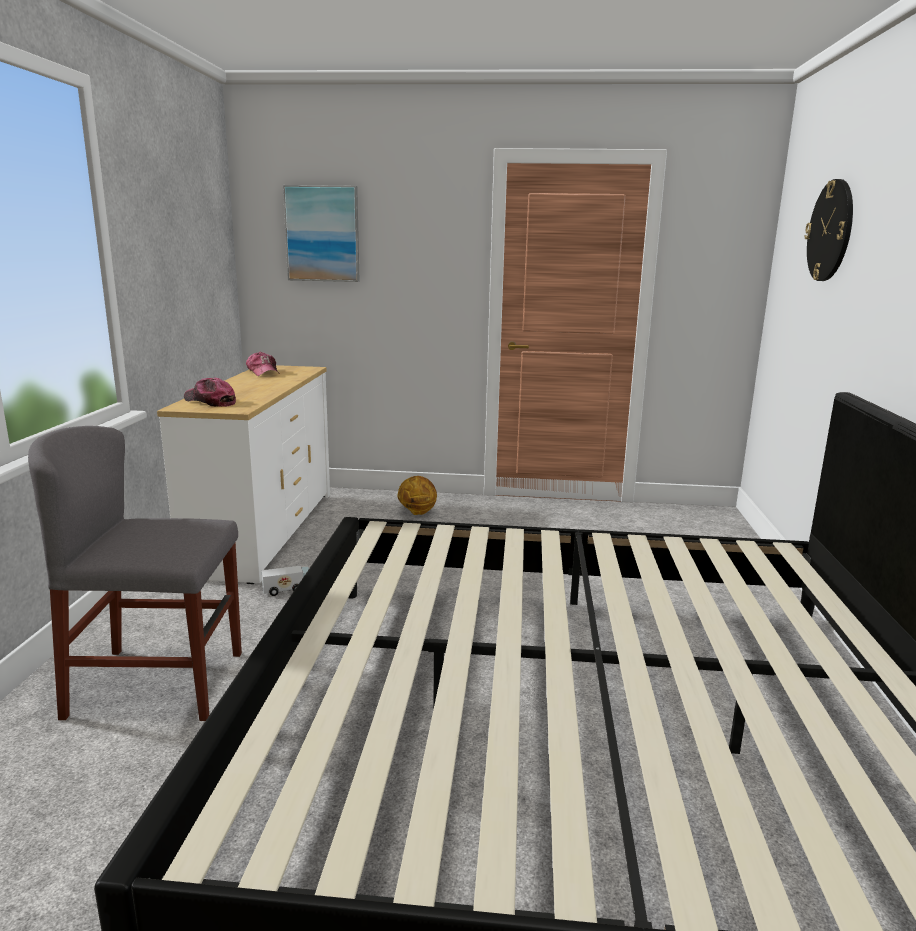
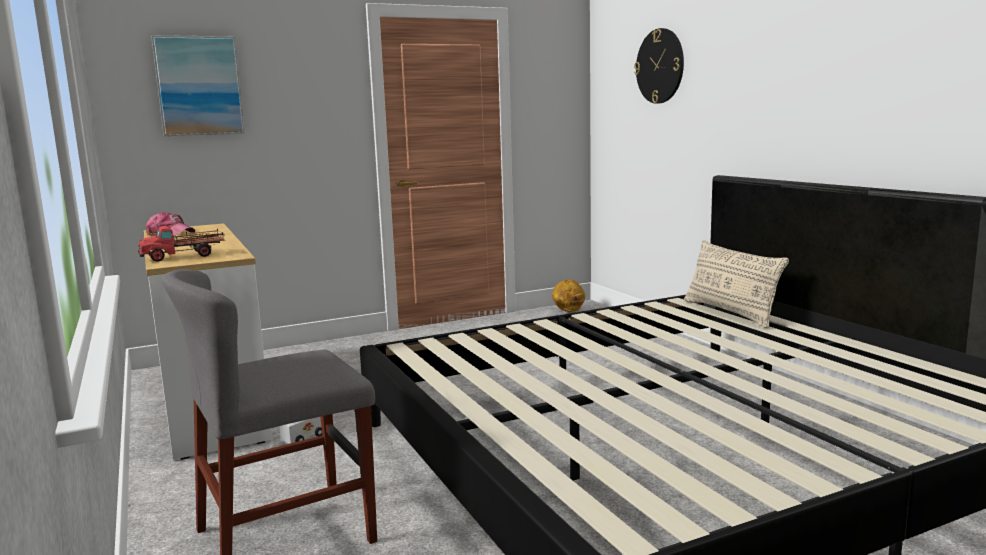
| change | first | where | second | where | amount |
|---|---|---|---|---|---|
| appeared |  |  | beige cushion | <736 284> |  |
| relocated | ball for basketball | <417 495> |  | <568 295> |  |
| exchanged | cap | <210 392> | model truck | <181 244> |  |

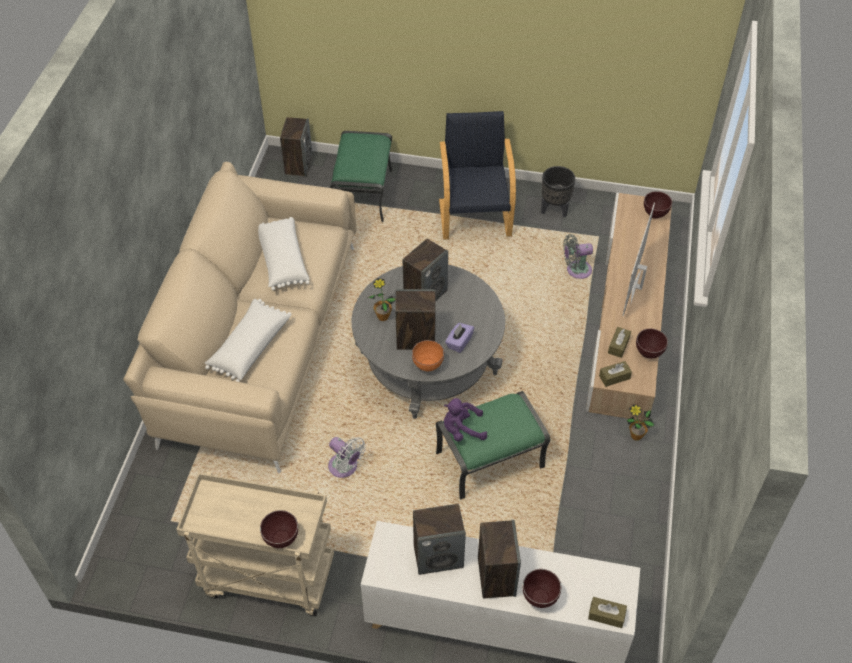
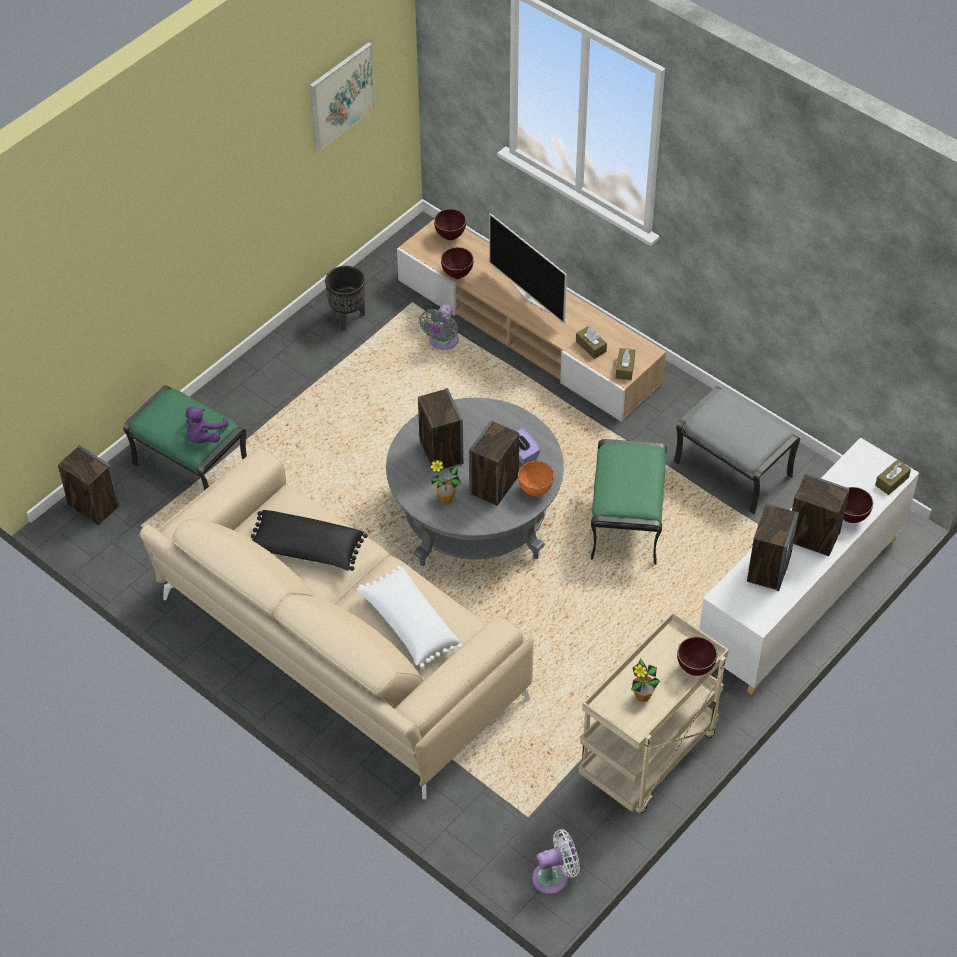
| change | first | where | second | where | amount |
|---|---|---|---|---|---|
| missing | blackish armchair | <477 175> |  |  |  |
| appeared |  |  | wall art | <343 96> |  |
| appeared |  |  | greyish pouffe | <737 450> |  |
| relocated | white-coloured cooling fan | <347 457> |  | <556 862> |  |
| relocated | purple-coloured cuddly toy | <465 419> |  | <207 425> |  |
| relocated | potted plant | <640 422> |  | <645 680> |  |
| relocated | brown-coloured bowl | <652 344> |  | <457 263> |  |
| colour | white-coloured cushion | <283 253> | blackish cushion | <309 540> |  |

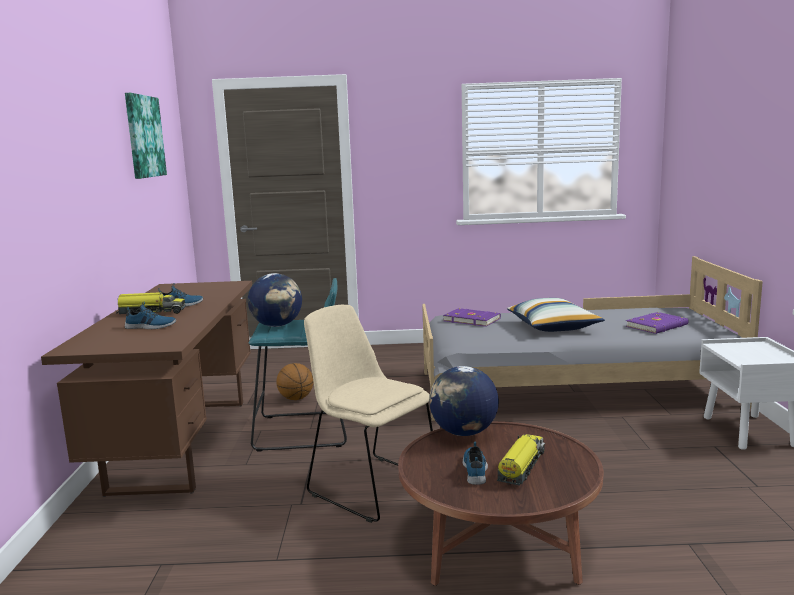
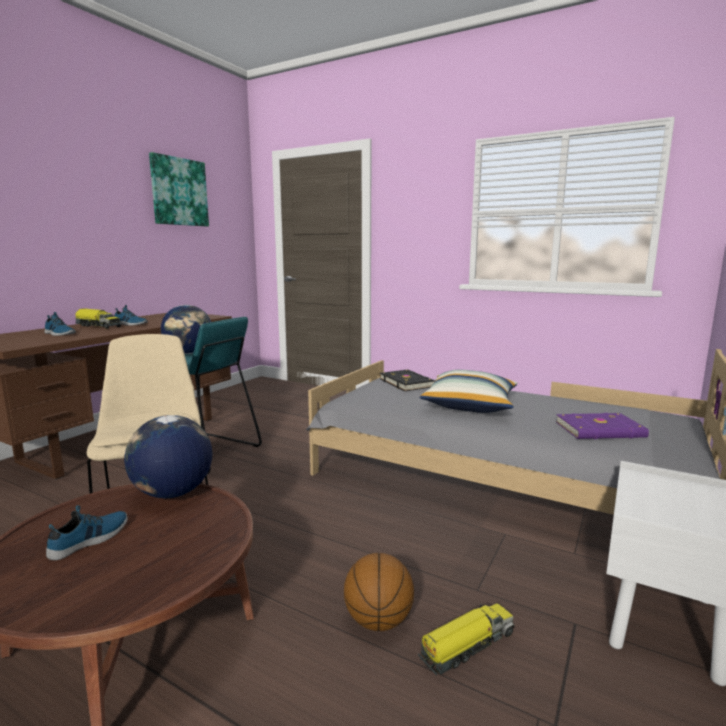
| change | first | where | second | where | amount |
|---|---|---|---|---|---|
| relocated | ball for basketball | <294 381> |  | <379 592> |  |
| relocated | model truck | <521 460> |  | <466 639> |  |
| colour | purple-coloured volume | <472 317> | blackish volume | <407 380> |  |

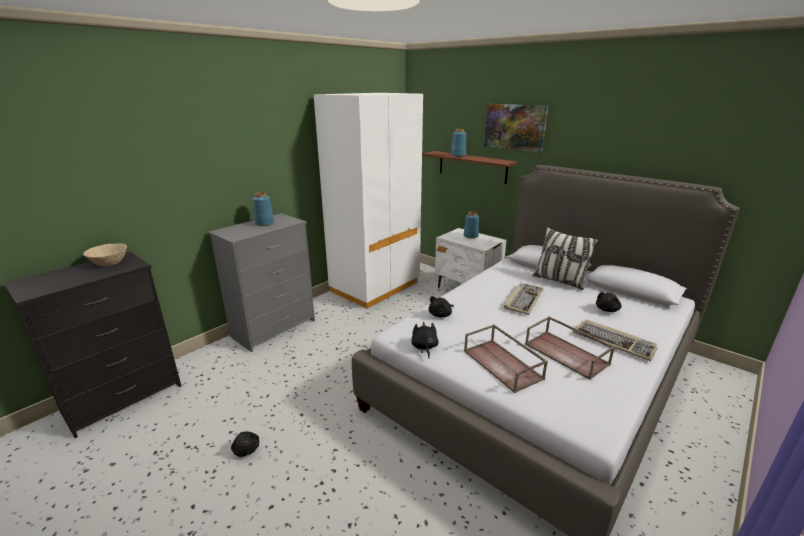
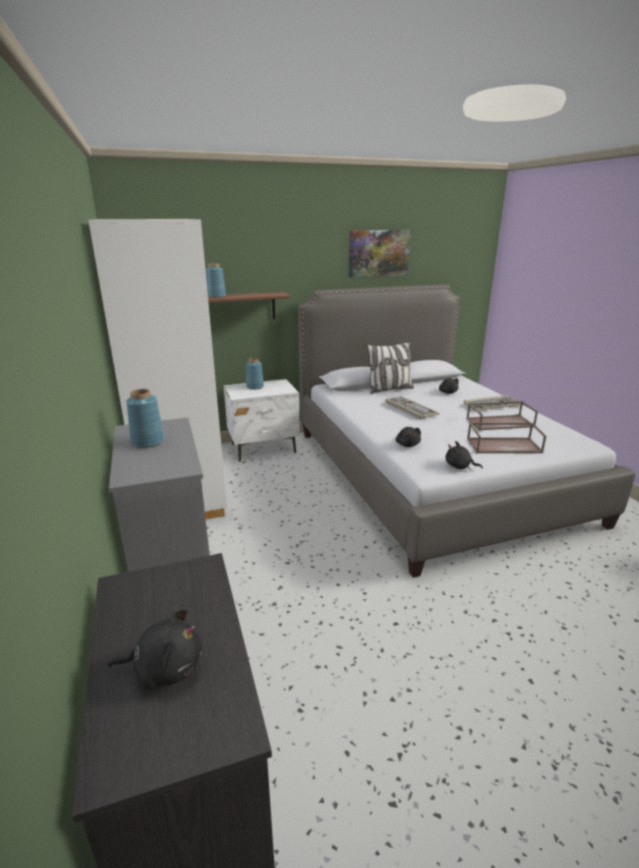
| change | first | where | second | where | amount |
|---|---|---|---|---|---|
| missing | beige bowl | <105 255> |  |  |  |
| relocated | blackish cuddly toy | <245 444> |  | <155 649> |  |
| relocated | wall art | <516 128> |  | <380 253> |  |

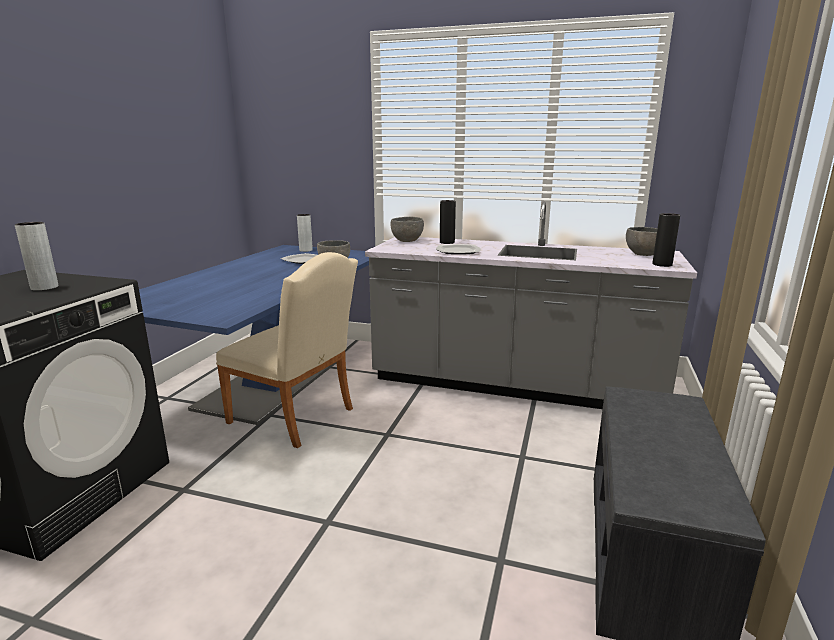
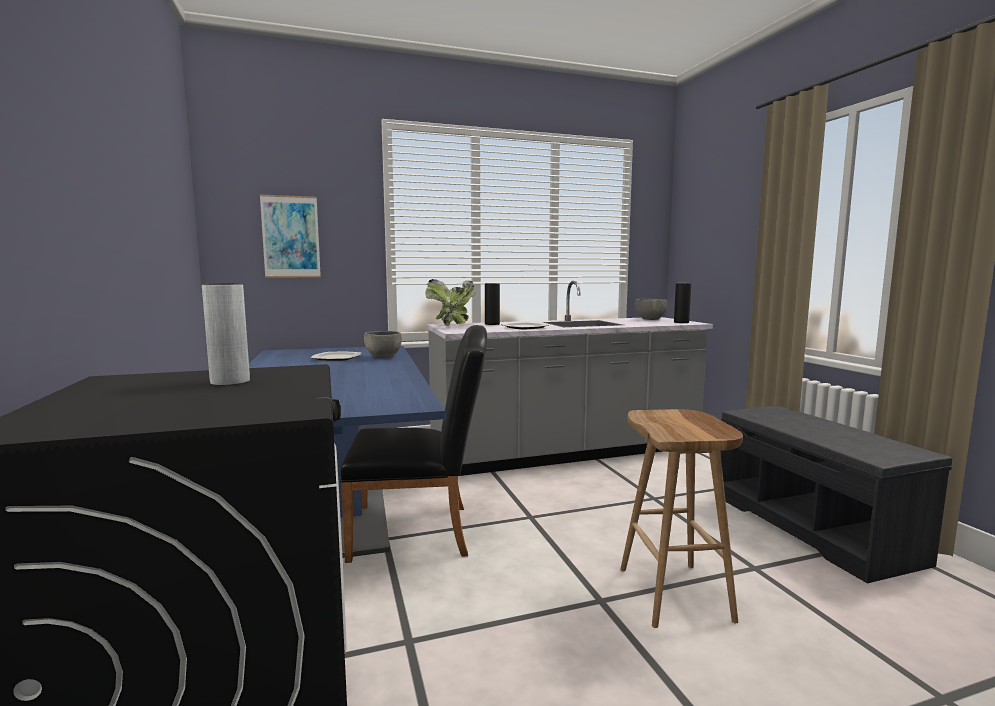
| change | first | where | second | where | amount |
|---|---|---|---|---|---|
| missing | greyish vase | <305 233> |  |  |  |
| appeared |  |  | wall art | <290 235> |  |
| appeared |  |  | brown-coloured stool seat | <681 518> |  |
| exchanged | greyish bowl | <407 229> | potted plant | <449 302> |  |
| colour | beige chair | <287 350> | blackish chair | <413 444> |  |

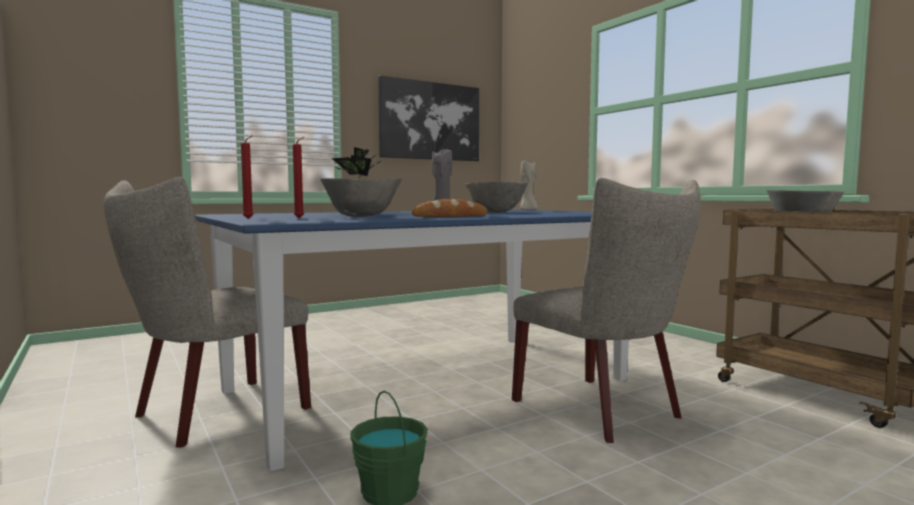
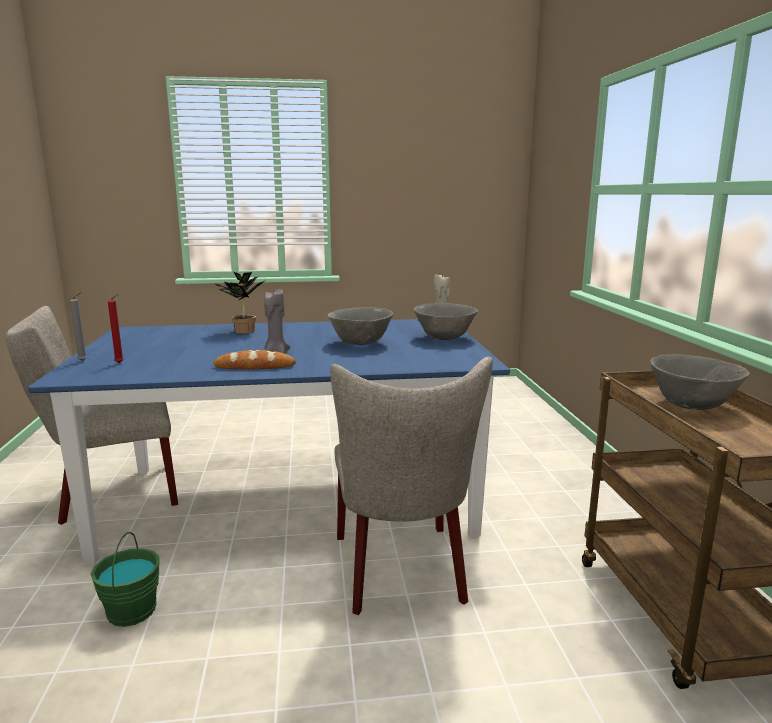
| change | first | where | second | where | amount |
|---|---|---|---|---|---|
| missing | wall art | <428 118> |  |  |  |
| relocated | greyish bowl | <361 197> |  | <446 321> |  |
| colour | reddish wax candle | <247 177> | greyish wax candle | <78 326> |  |

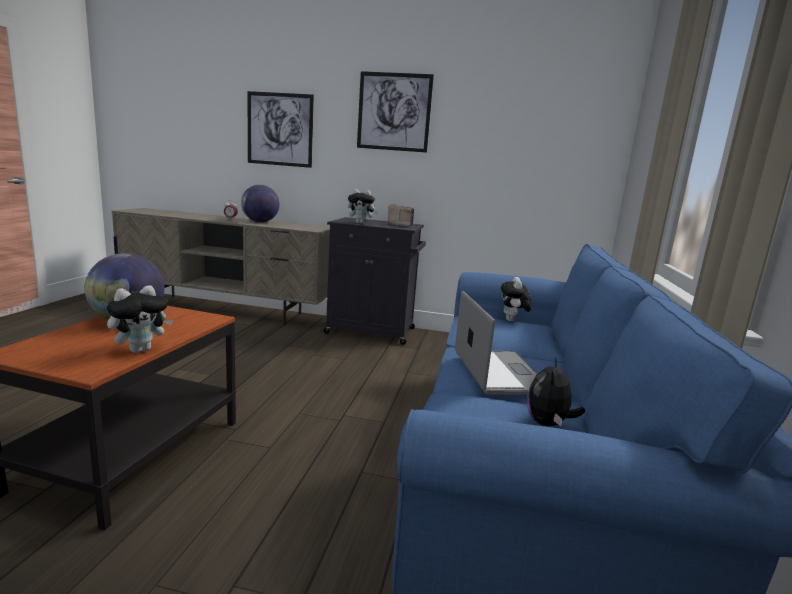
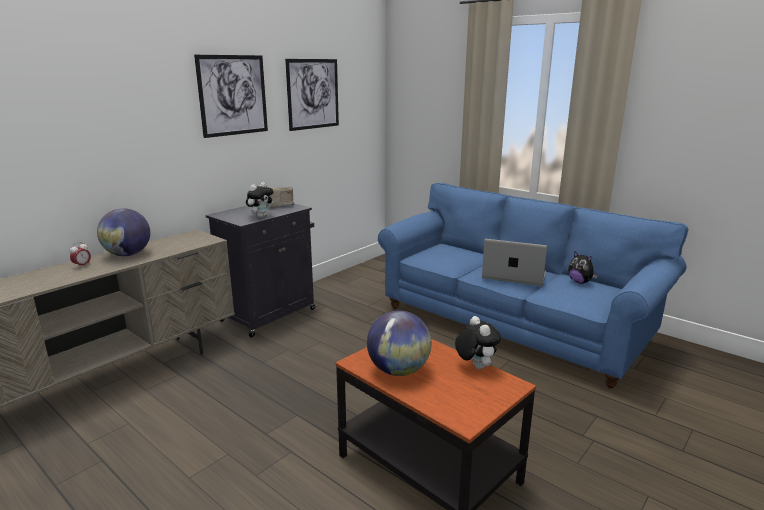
| change | first | where | second | where | amount |
|---|---|---|---|---|---|
| missing | cuddly toy | <516 299> |  |  |  |
| relocated | wall art | <280 129> |  | <312 95> |  |

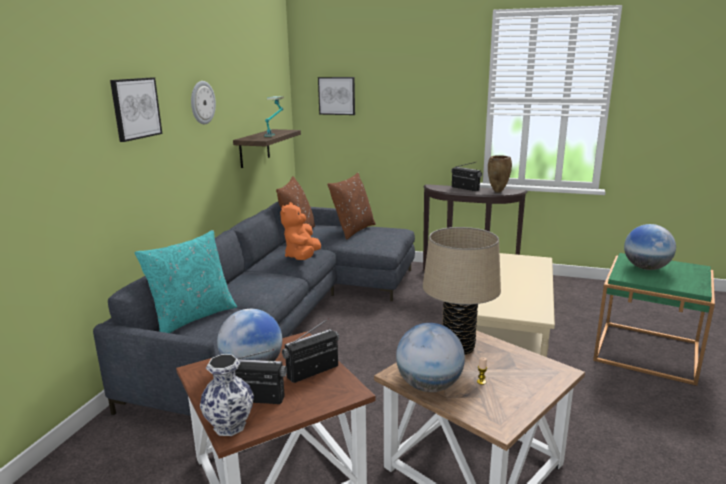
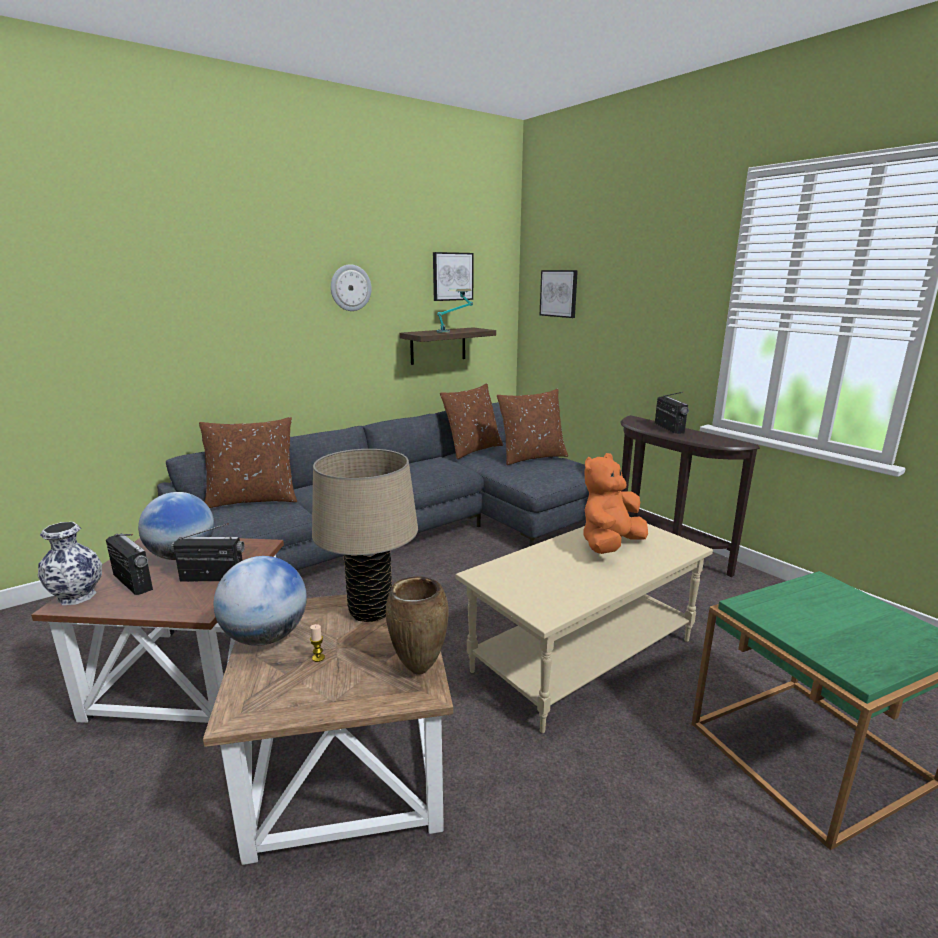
| change | first | where | second | where | amount |
|---|---|---|---|---|---|
| missing | world globe | <650 247> |  |  |  |
| relocated | wall art | <136 110> |  | <453 276> |  |
| relocated | orange-coloured cuddly toy | <300 231> |  | <615 503> |  |
| relocated | brown-coloured vase | <500 174> |  | <417 625> |  |
| colour | turquoise cushion | <186 281> | brown-coloured cushion | <248 462> |  |

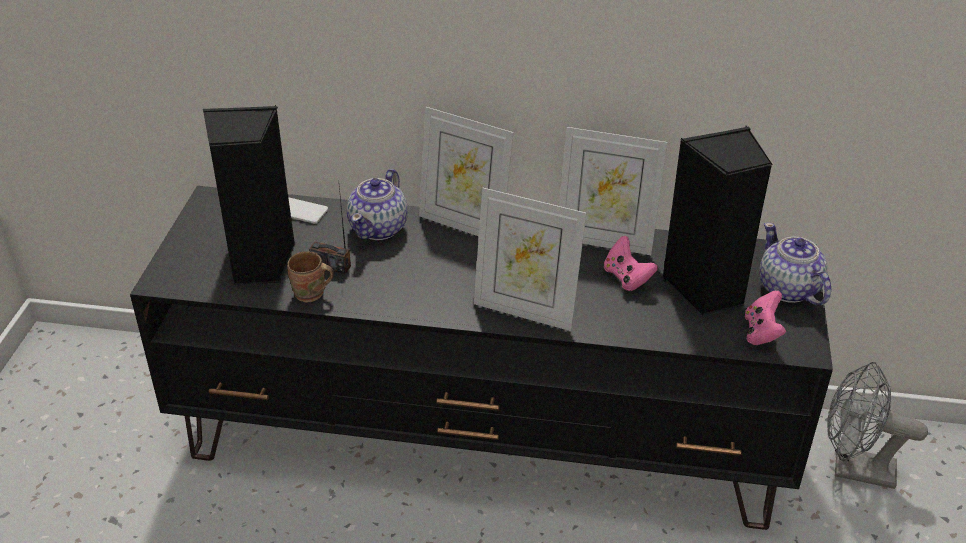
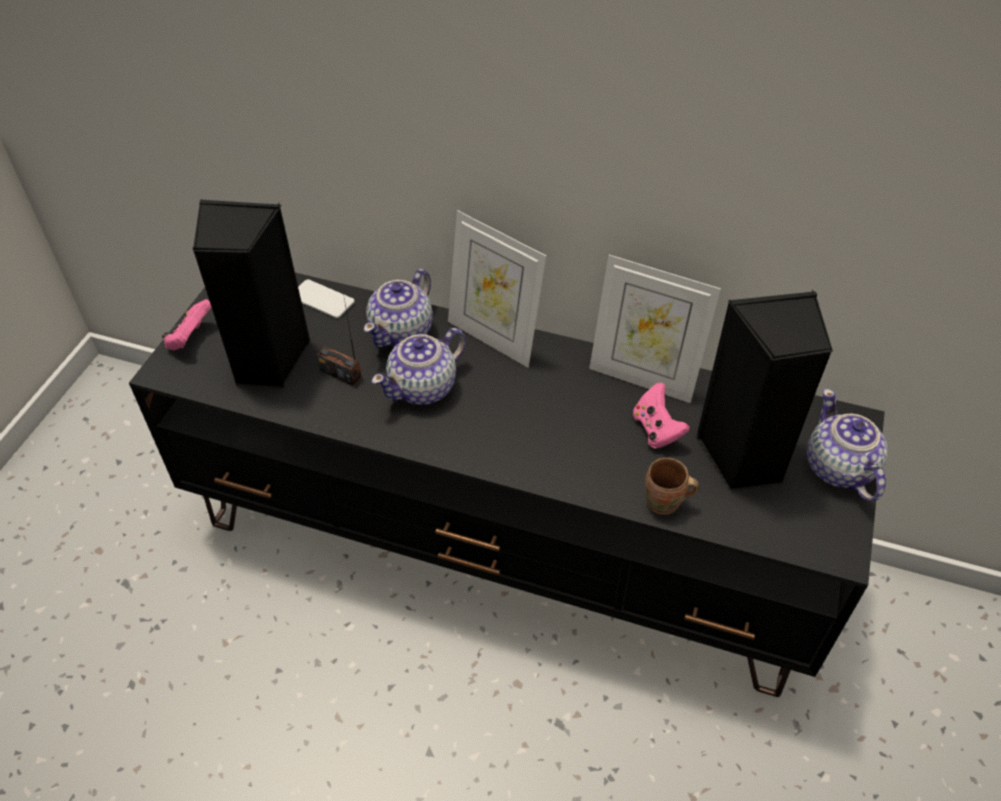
| change | first | where | second | where | amount |
|---|---|---|---|---|---|
| missing | photo frame | <530 259> |  |  |  |
| missing | greyish cooling fan | <877 425> |  |  |  |
| appeared |  |  | tea pot | <419 366> |  |
| relocated | brown-coloured coffee mug | <310 277> |  | <672 486> |  |
| relocated | pink game controller | <765 318> |  | <187 324> |  |

